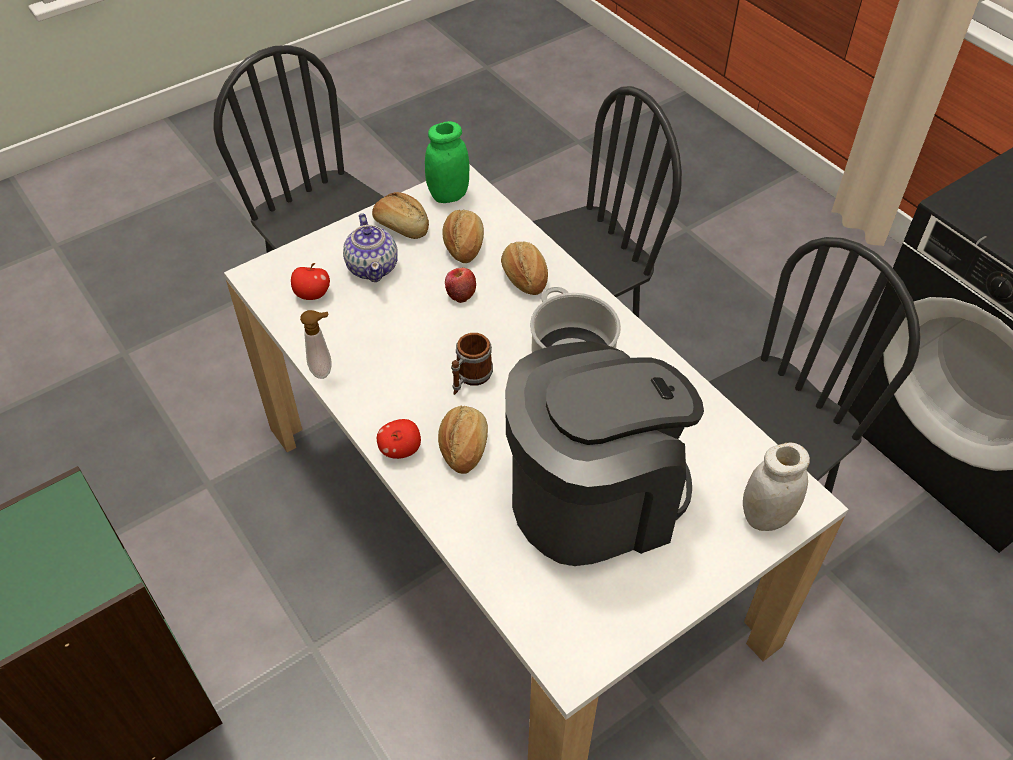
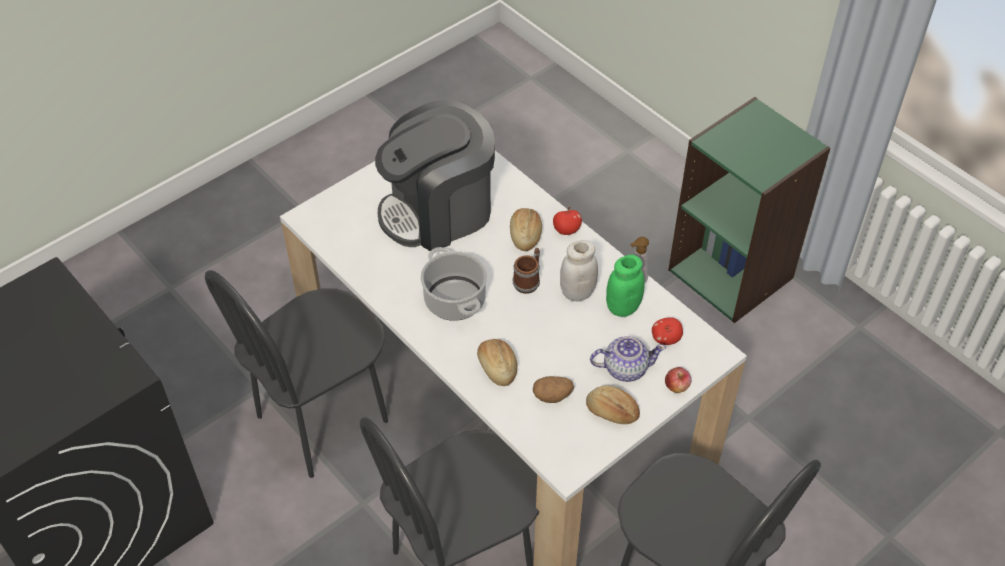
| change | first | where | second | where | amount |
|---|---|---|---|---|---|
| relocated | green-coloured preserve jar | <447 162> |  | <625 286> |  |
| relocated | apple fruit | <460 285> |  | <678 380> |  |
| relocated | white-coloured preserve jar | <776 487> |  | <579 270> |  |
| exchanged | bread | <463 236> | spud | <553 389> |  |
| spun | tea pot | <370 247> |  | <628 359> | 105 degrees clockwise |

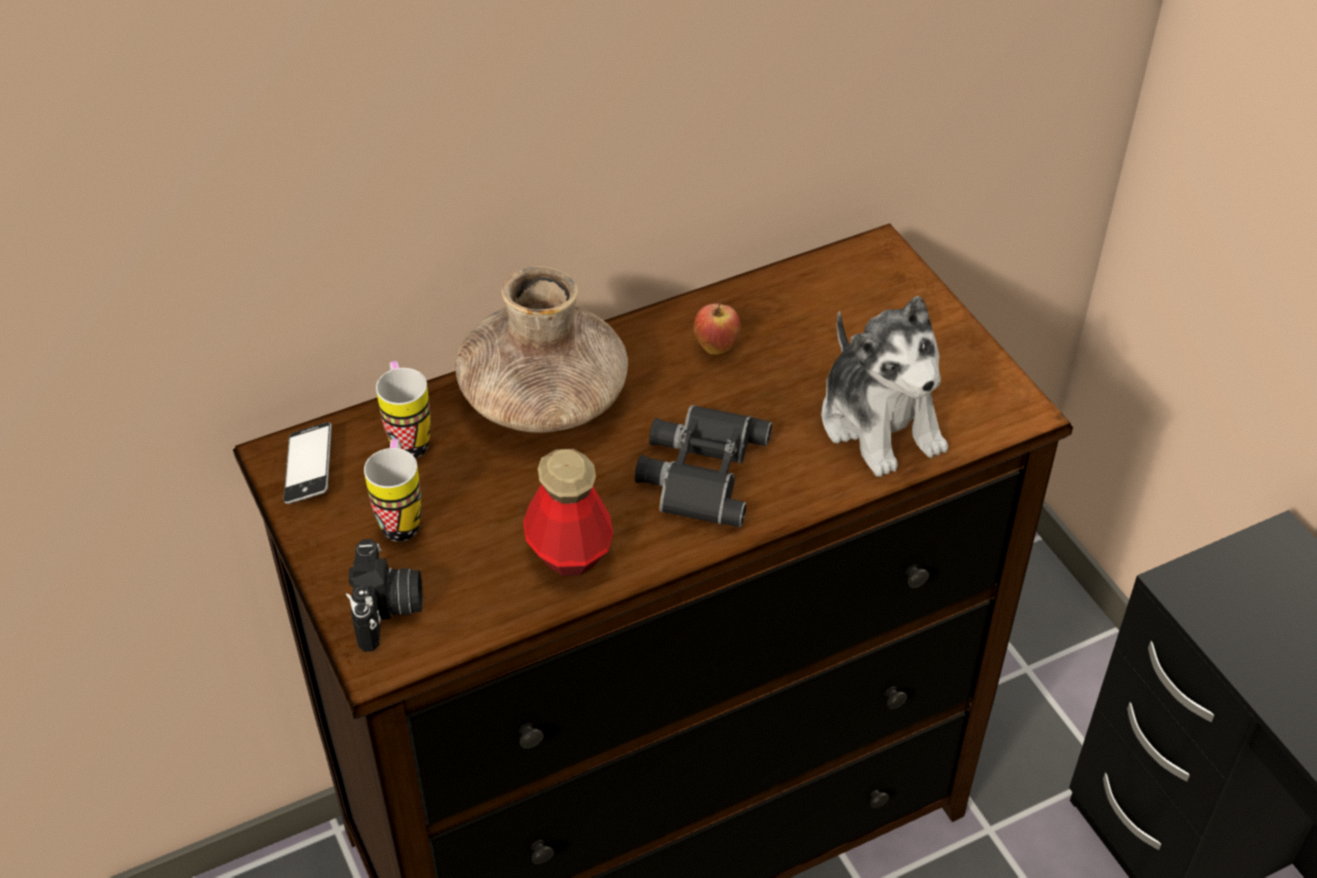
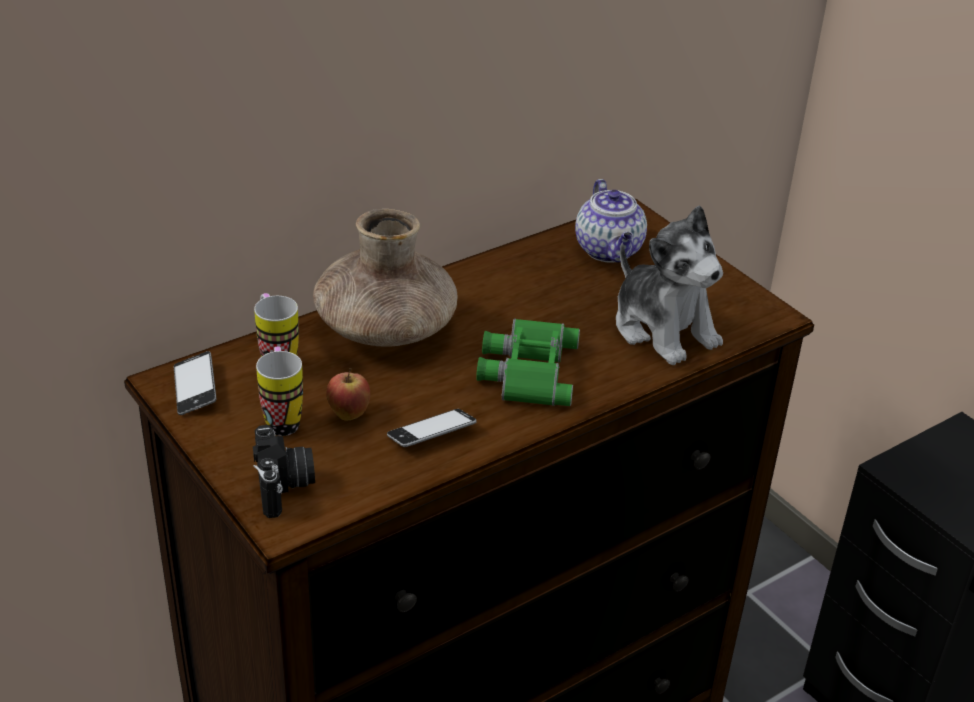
| change | first | where | second | where | amount |
|---|---|---|---|---|---|
| appeared |  |  | tea pot | <611 221> |  |
| relocated | apple fruit | <717 327> |  | <348 394> |  |
| exchanged | drink bottle | <568 512> | telephone | <432 428> |  |
| colour | blackish pair of binoculars | <703 466> | green-coloured pair of binoculars | <528 362> |  |

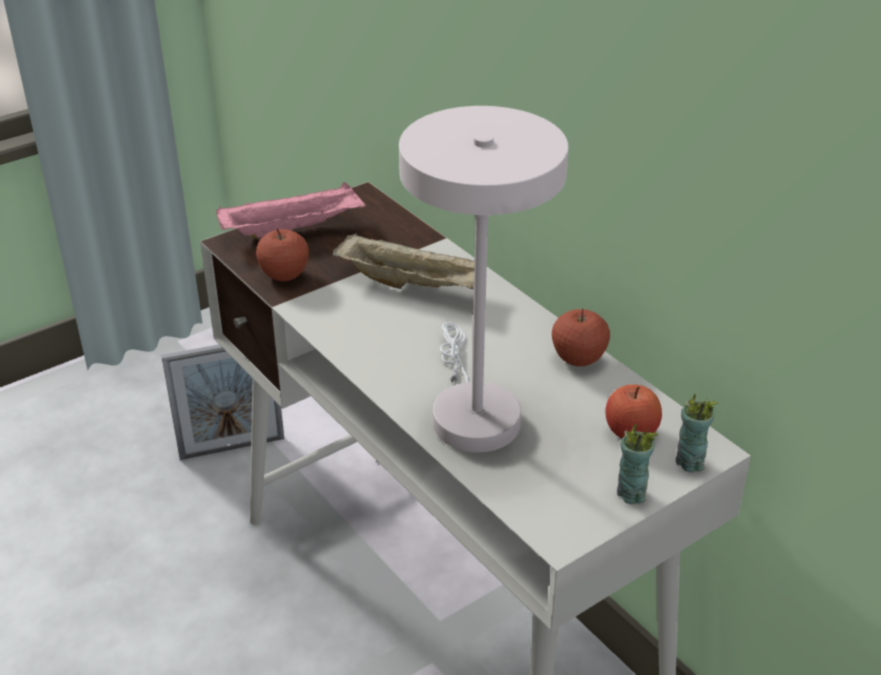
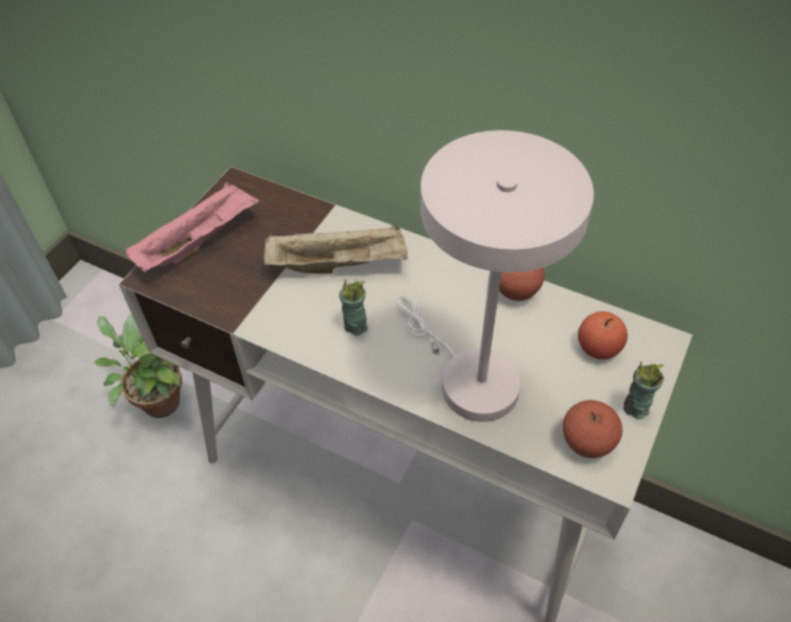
| change | first | where | second | where | amount |
|---|---|---|---|---|---|
| relocated | apple fruit | <282 254> |  | <593 429> |  |
| relocated | drinking cup | <697 433> |  | <353 307> |  |
| exchanged | photo frame | <222 402> | potted plant | <138 366> |  |

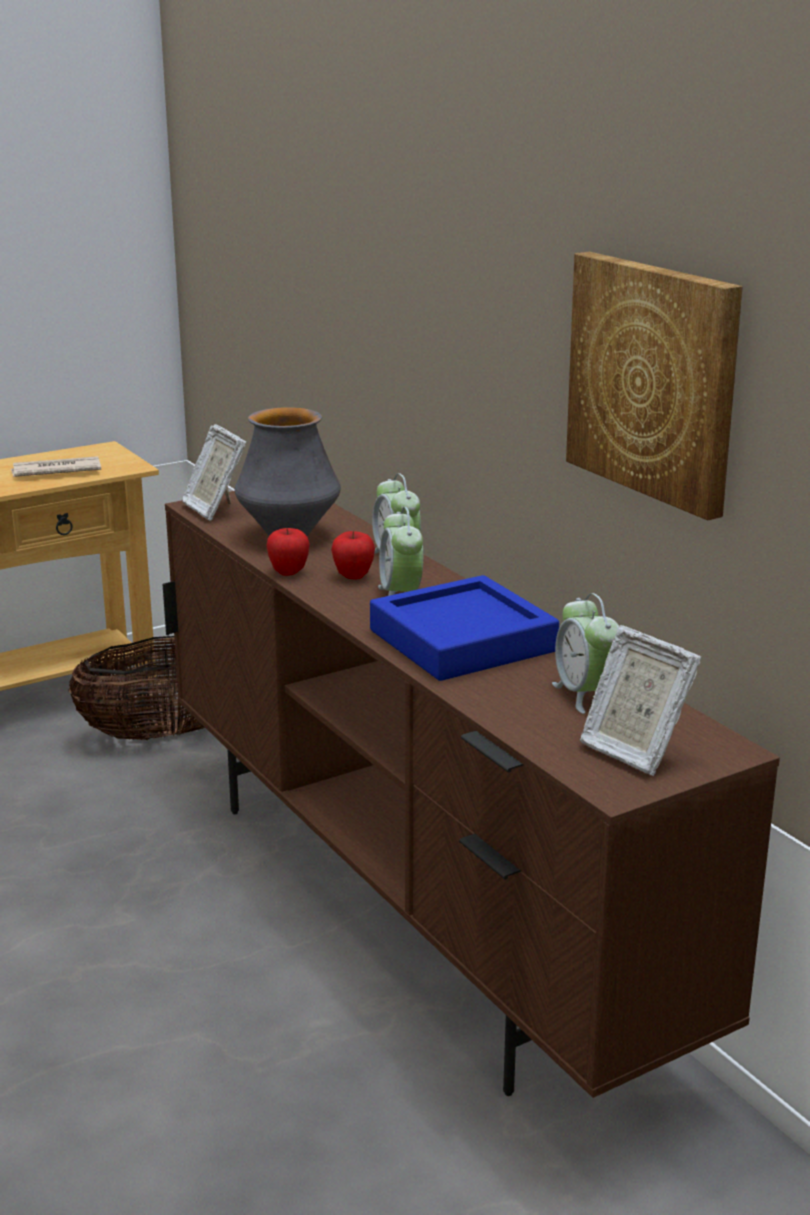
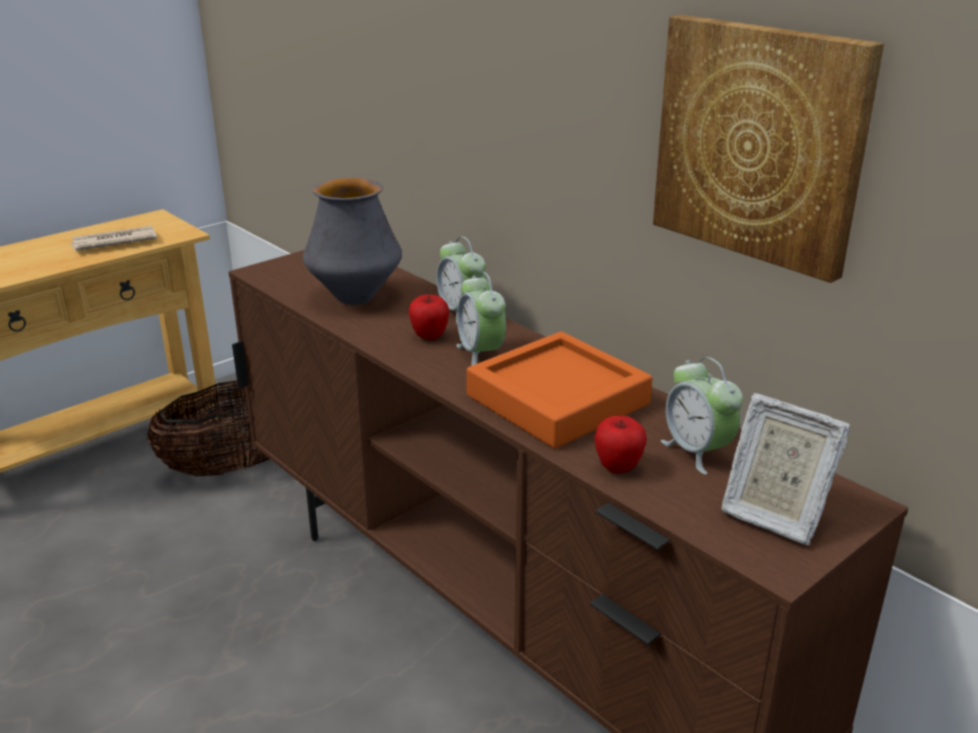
| change | first | where | second | where | amount |
|---|---|---|---|---|---|
| missing | photo frame | <214 472> |  |  |  |
| relocated | apple fruit | <288 552> |  | <620 445> |  |
| colour | bluish tray | <464 628> | orange-coloured tray | <559 390> |  |

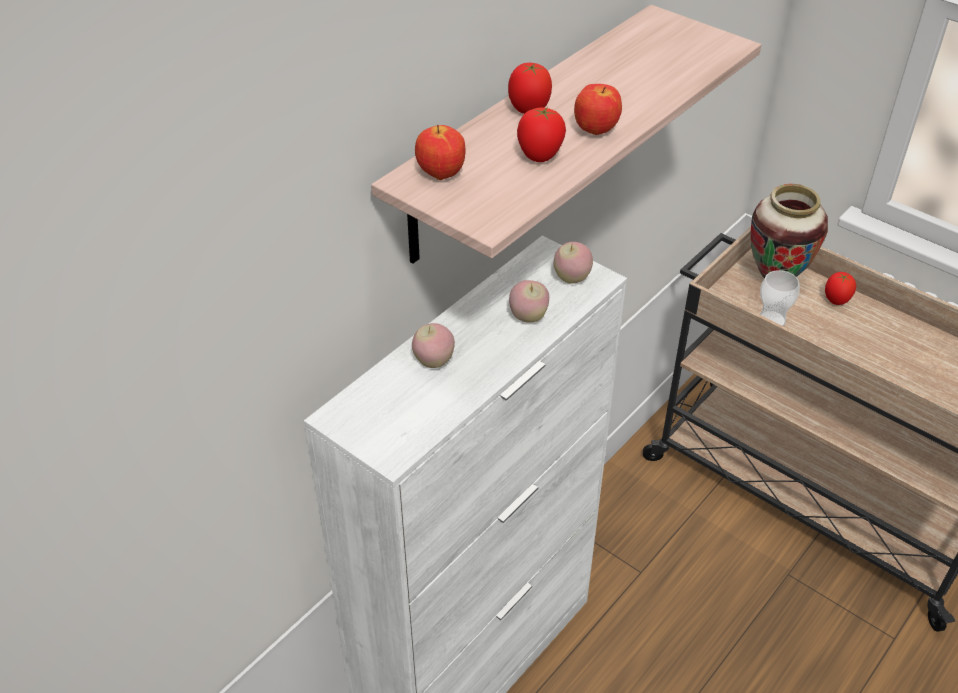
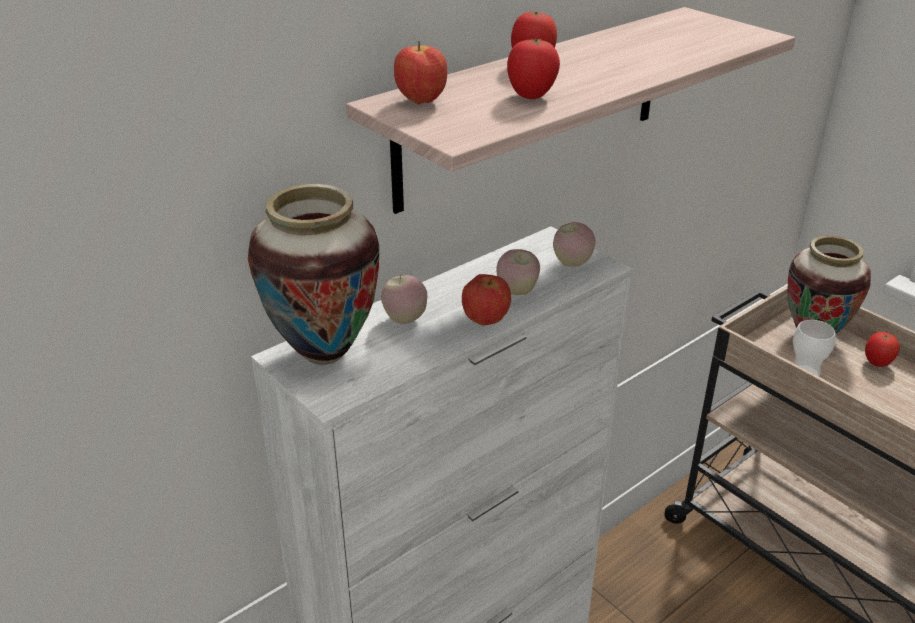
| change | first | where | second | where | amount |
|---|---|---|---|---|---|
| appeared |  |  | vase | <313 274> |  |
| relocated | apple fruit | <598 109> |  | <486 299> |  |

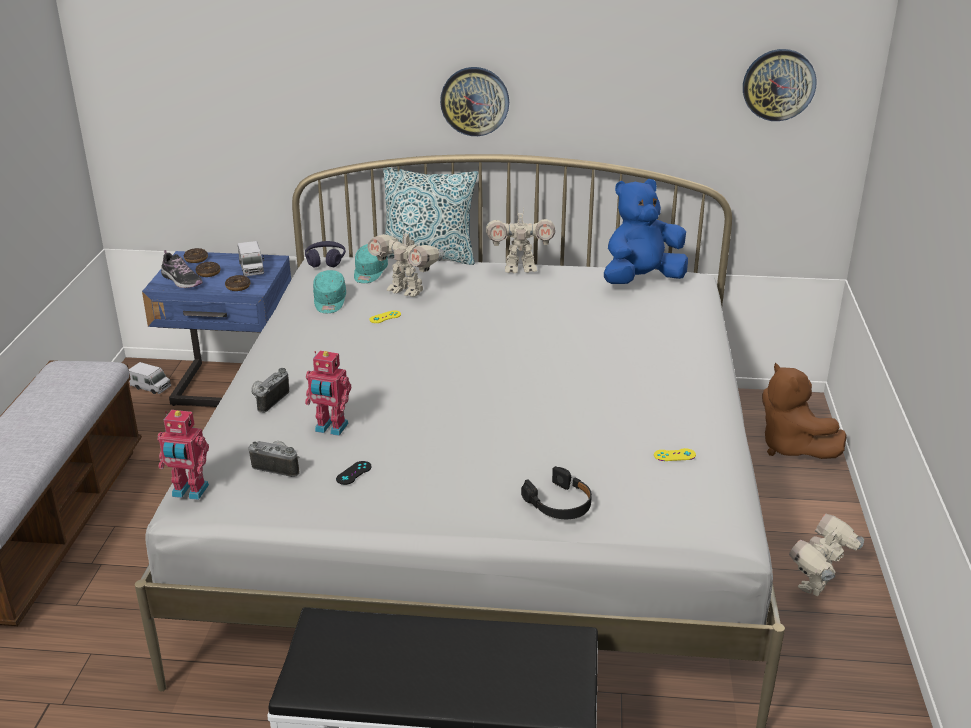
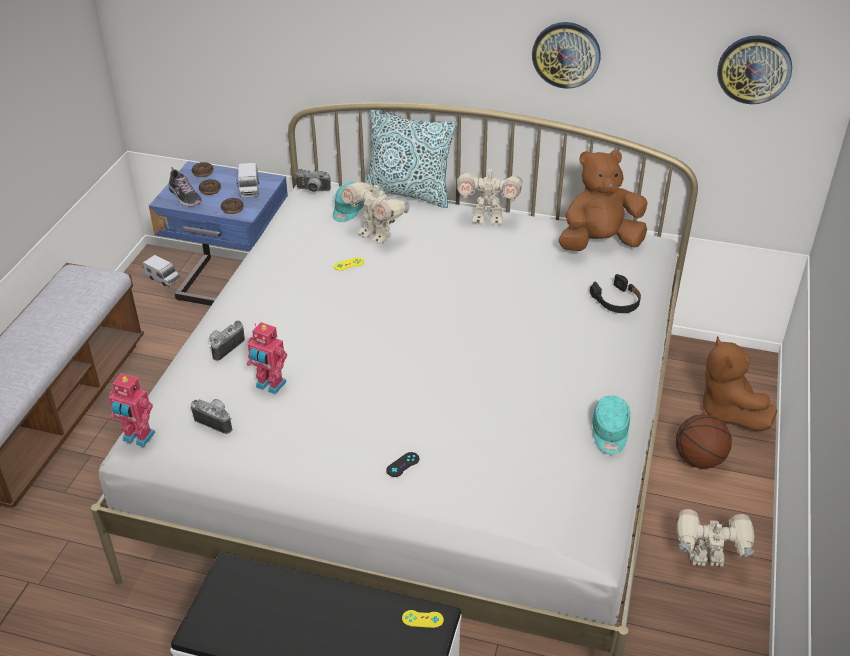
| change | first | where | second | where | amount |
|---|---|---|---|---|---|
| appeared |  |  | ball for basketball | <704 441> |  |
| relocated | turquoise cap | <329 291> |  | <611 425> |  |
| relocated | blackish game controller | <354 473> |  | <402 464> |  |
| relocated | hanging clock | <474 101> |  | <566 55> |  |
| relocated | blackish pair of headphones | <556 492> |  | <615 293> |  |
| relocated | yellow game controller | <675 454> |  | <423 619> |  |
| exchanged | purple-coloured pair of headphones | <325 254> | photo camera | <313 180> |  |
| colour | bluish cuddly toy | <646 231> | brown-coloured cuddly toy | <603 200> |  |
| spun | toy robot | <826 555> |  | <716 538> | 45 degrees clockwise |

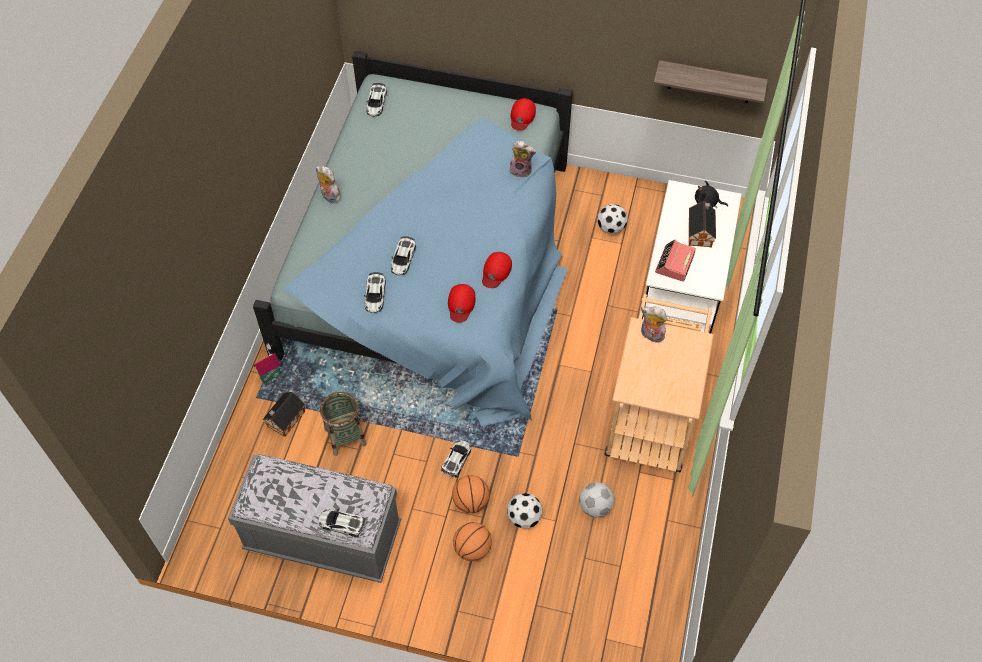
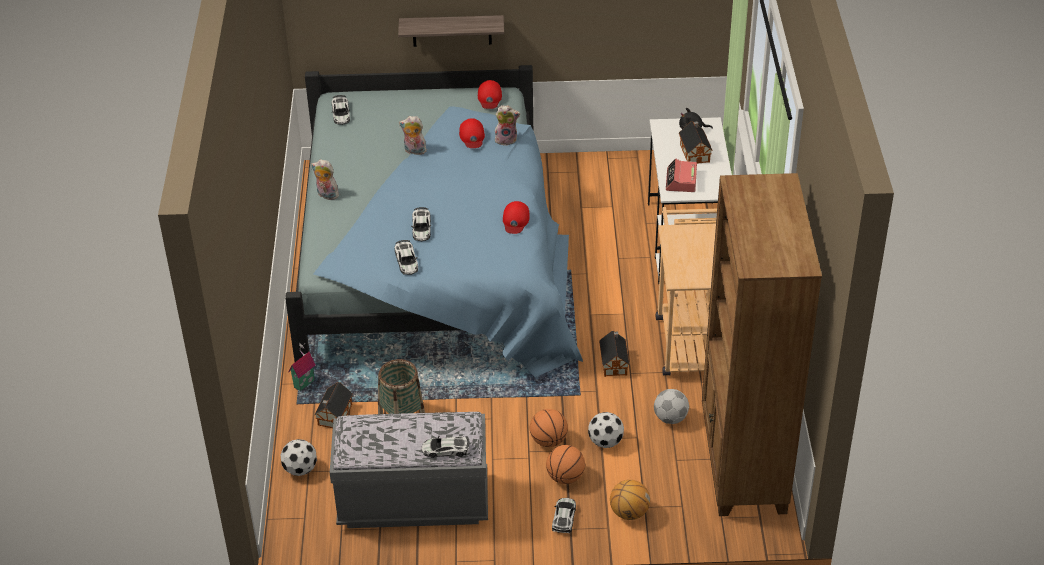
| change | first | where | second | where | amount |
|---|---|---|---|---|---|
| appeared |  |  | toy house | <614 354> |  |
| appeared |  |  | ball for basketball | <630 500> |  |
| appeared |  |  | brown-coloured bookshelf | <762 344> |  |
| relocated | model car | <456 459> |  | <564 516> |  |
| relocated | reddish cap | <461 303> |  | <472 133> |  |
| relocated | ball for football | <613 219> |  | <299 457> |  |
| relocated | cuddly toy | <654 325> |  | <413 135> |  |
| relocated | shelf | <711 81> |  | <451 31> |  |

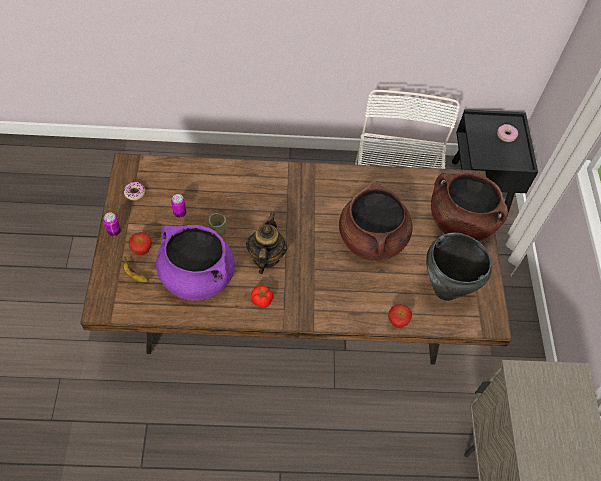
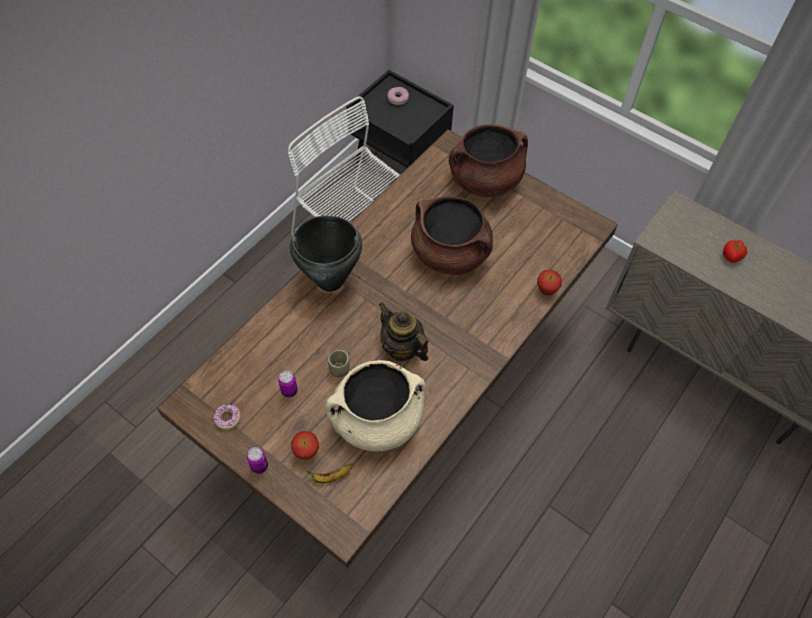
| change | first | where | second | where | amount |
|---|---|---|---|---|---|
| relocated | tomato | <262 296> |  | <735 251> |  |
| relocated | blackish saucepot | <459 267> |  | <326 253> |  |
| colour | purple-coloured saucepot | <195 263> | beige saucepot | <375 405> |  |

